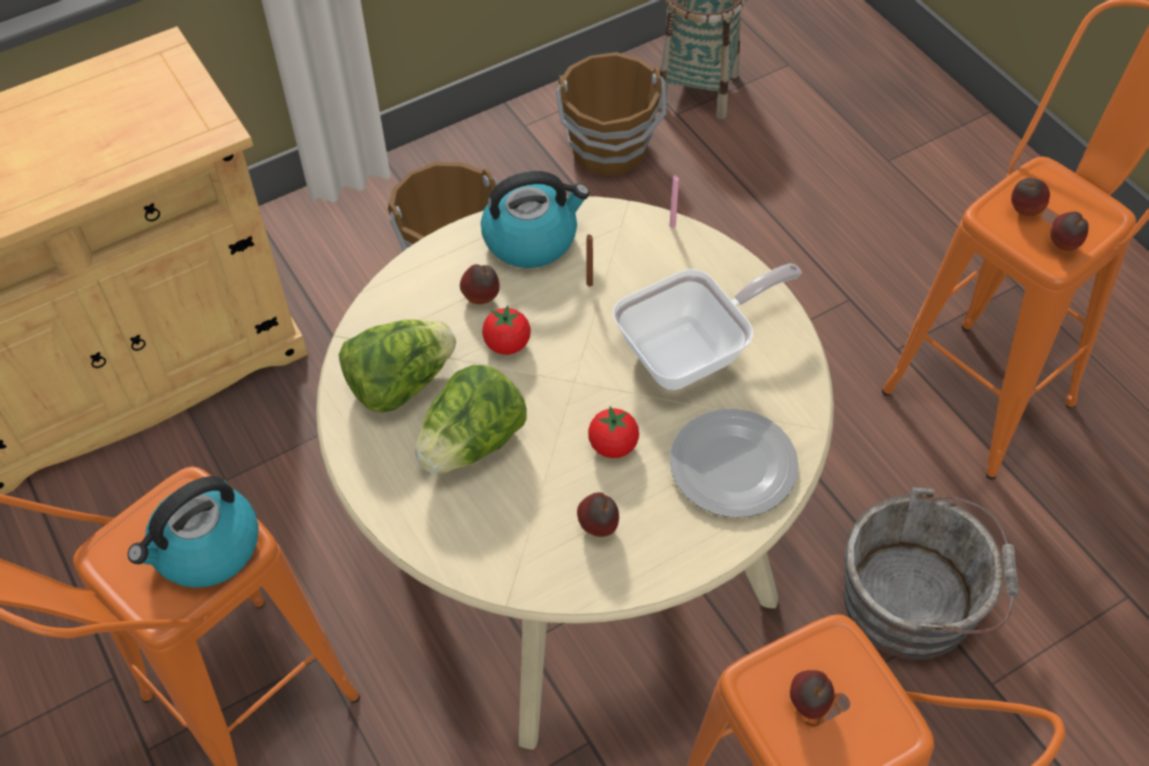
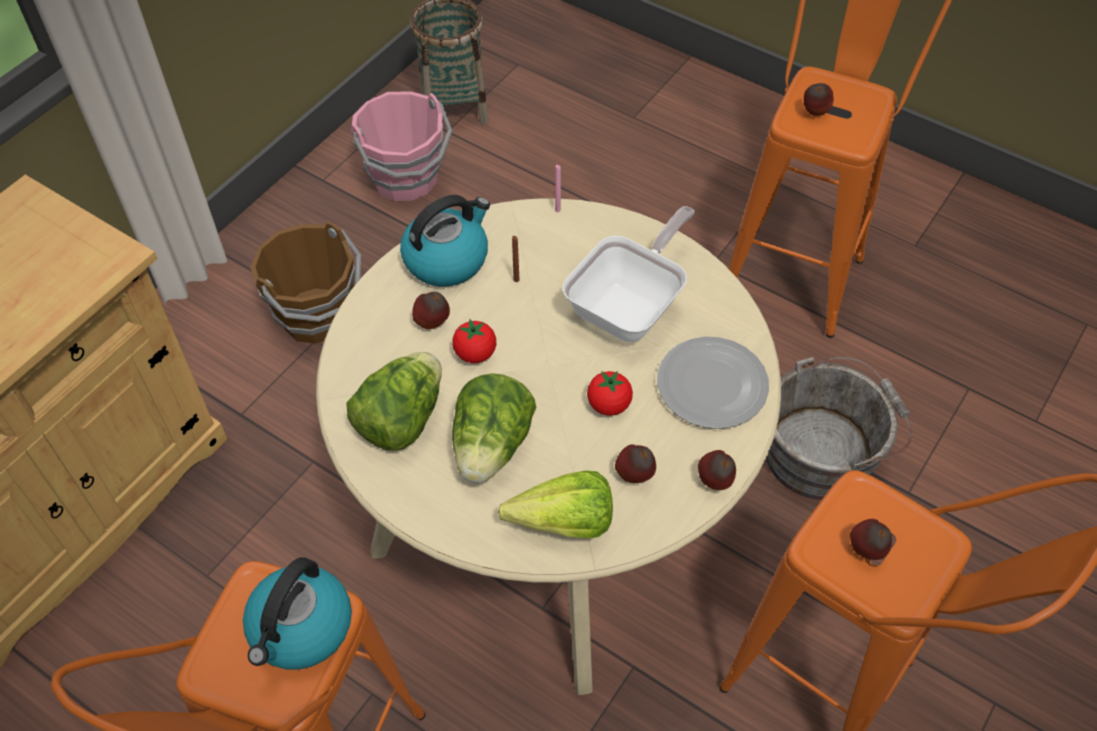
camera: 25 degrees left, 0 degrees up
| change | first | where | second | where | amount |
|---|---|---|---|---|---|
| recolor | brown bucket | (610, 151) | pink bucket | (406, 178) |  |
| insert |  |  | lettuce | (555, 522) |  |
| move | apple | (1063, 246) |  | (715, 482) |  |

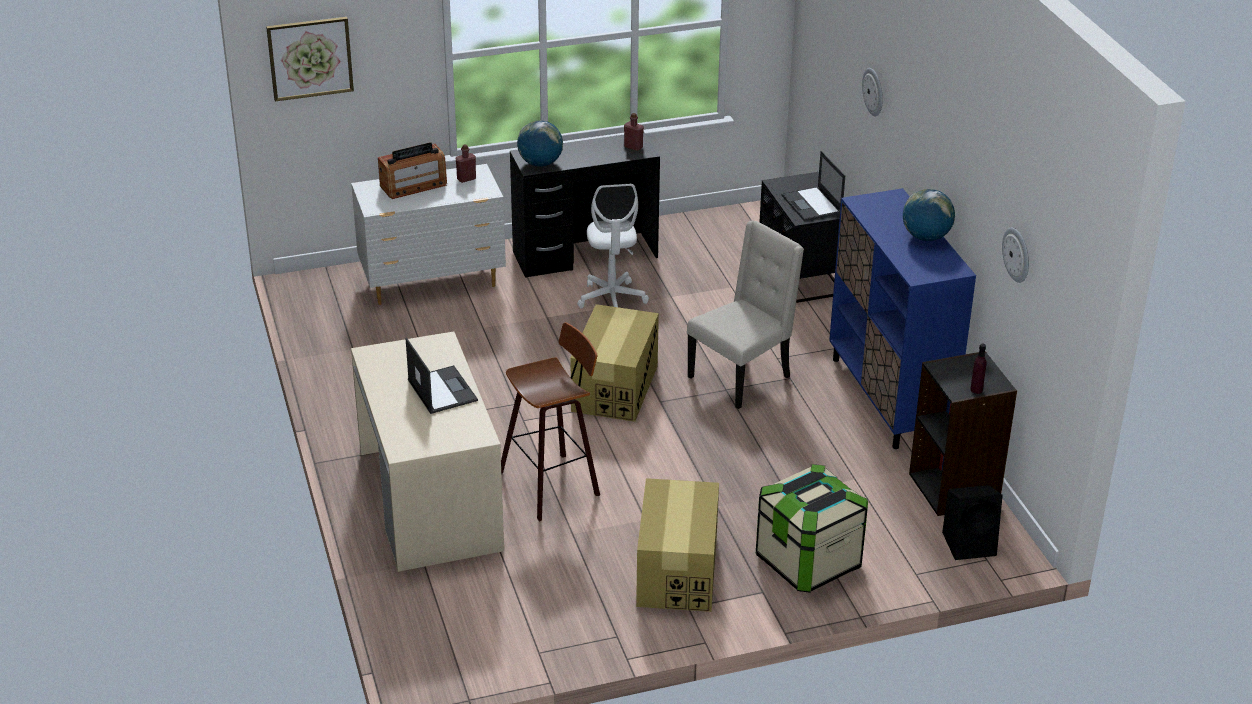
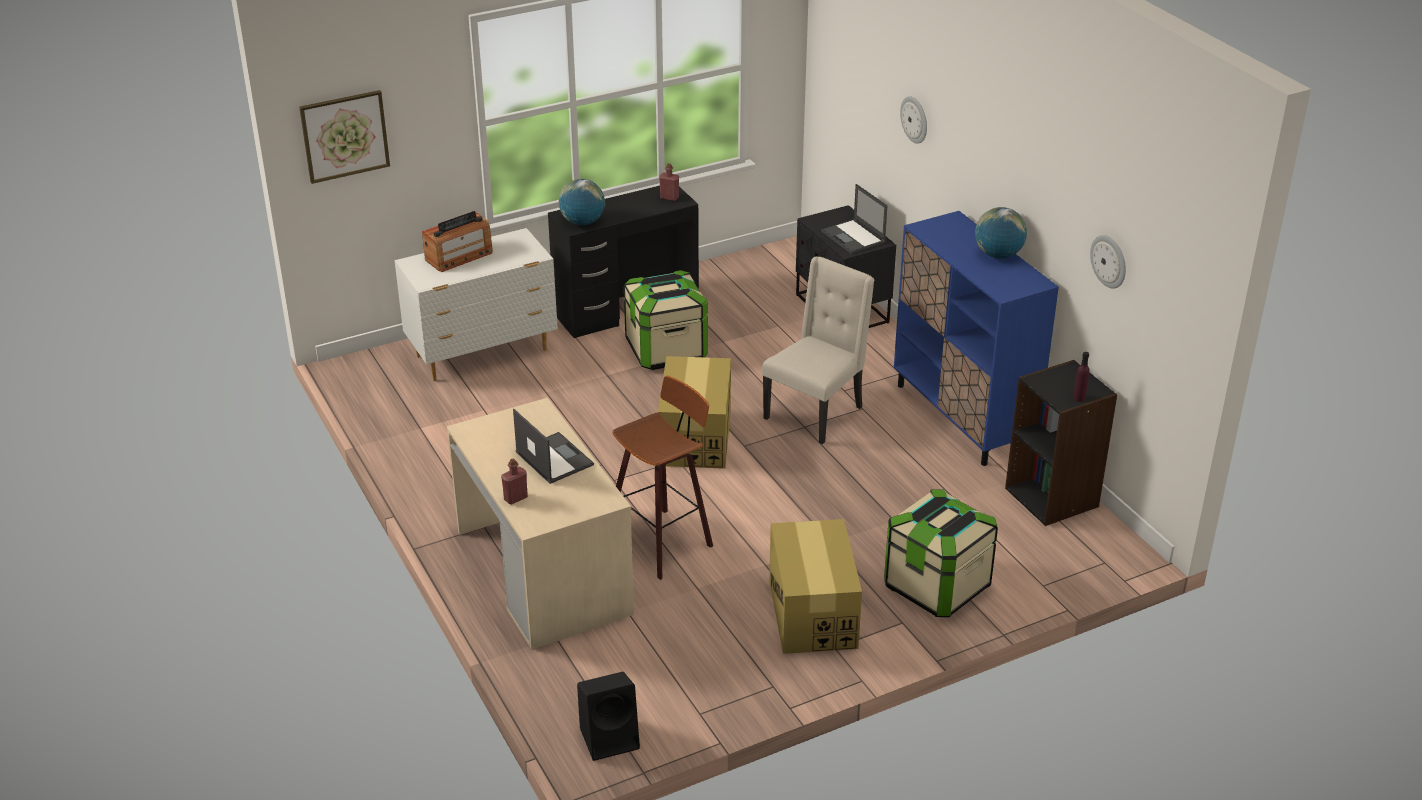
camera: 10 degrees left, 0 degrees up
| change | first | where | second | where | amount |
|---|---|---|---|---|---|
| move | red bottle | (466, 179) |  | (515, 498) |  |
| move | black speaker | (970, 543) |  | (611, 737) |  |
| replace | white office chair | (612, 299) | storage box | (666, 351) |  |

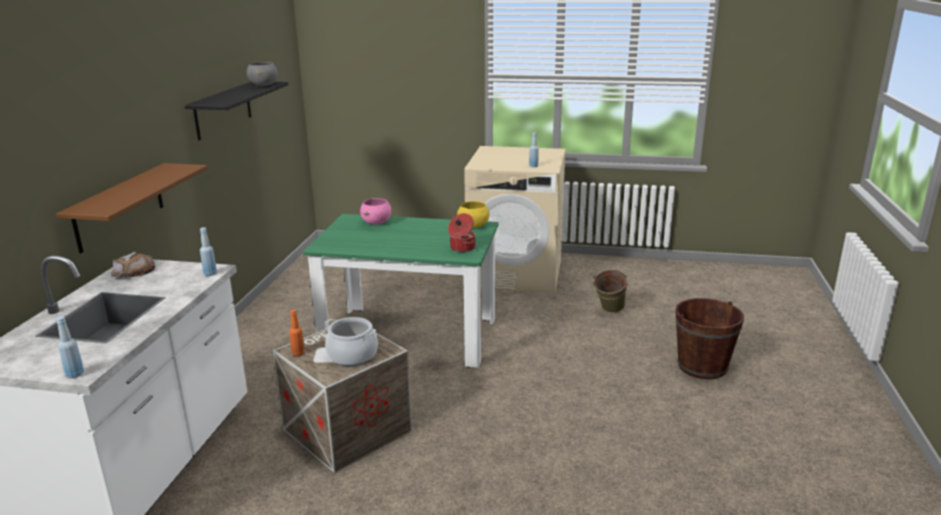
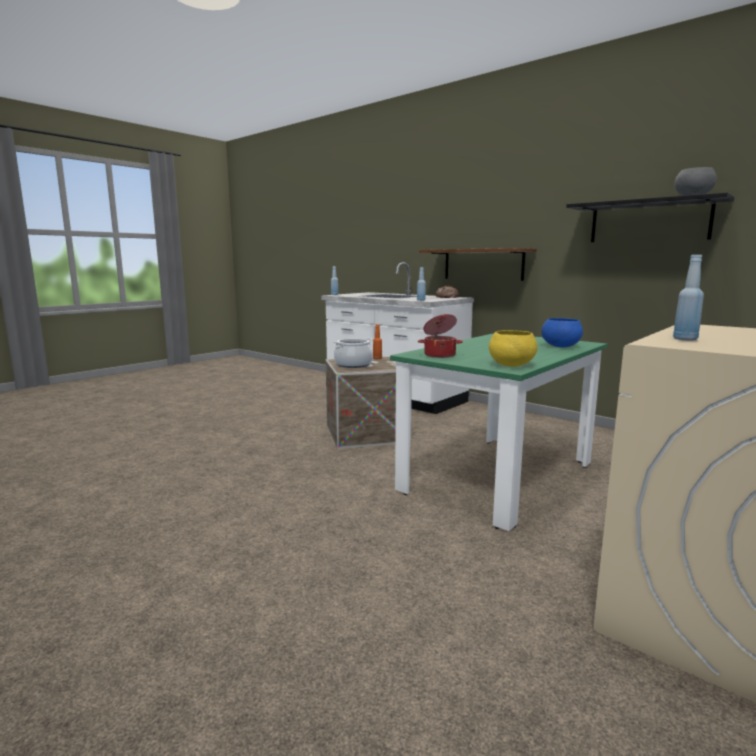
camera: 120 degrees right, 10 degrees down
| change | first | where | second | where | amount |
|---|---|---|---|---|---|
| recolor | pink bowl | (377, 223) | blue bowl | (560, 346) |  |
| delete | green bucket | (609, 311) |  |  |  |
| delete | brown bucket | (702, 367) |  |  |  |

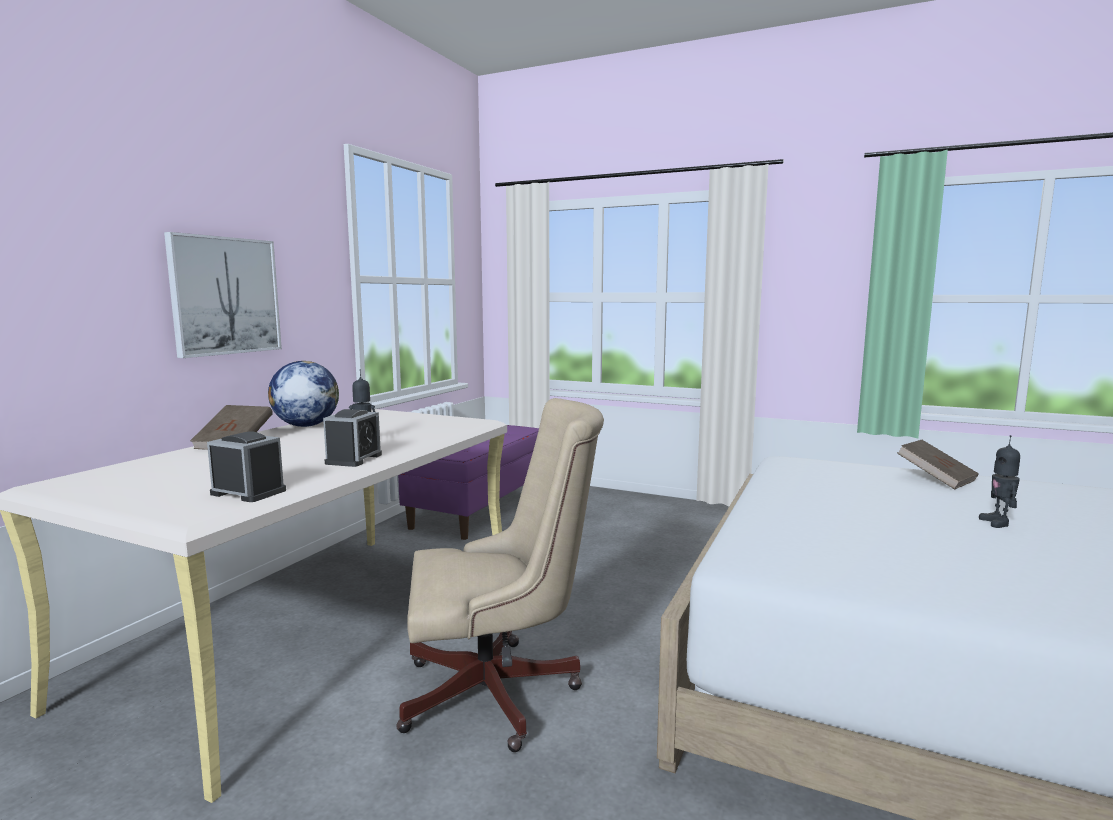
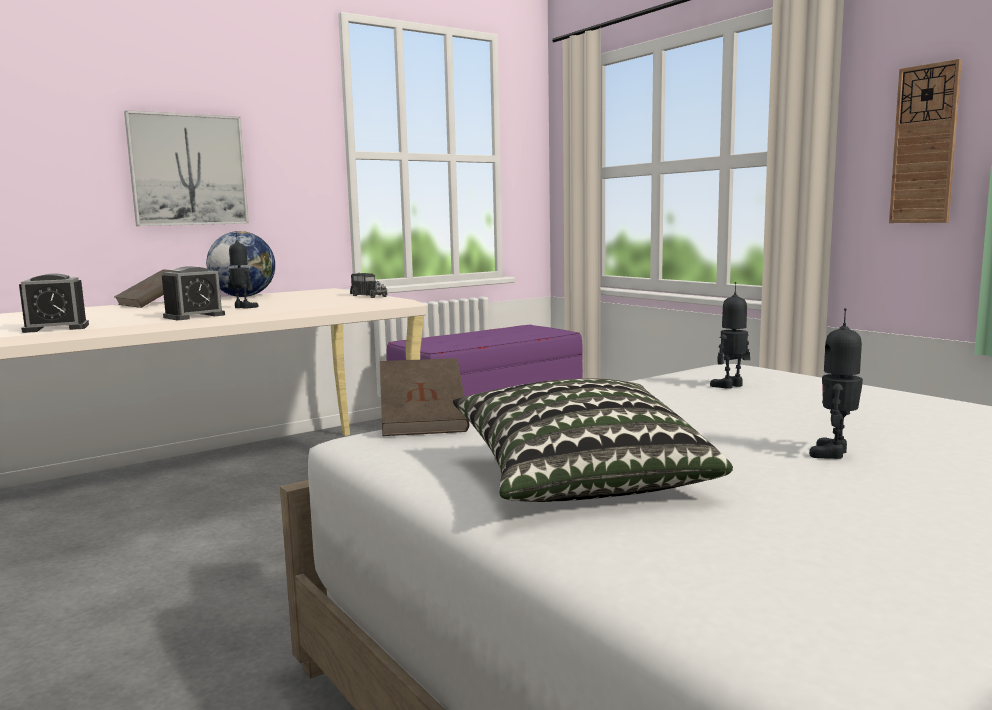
camera: 30 degrees right, 0 degrees up
| change | first | where | second | where | amount |
|---|---|---|---|---|---|
| rotate | alarm clock | (248, 492) |  | (56, 328) | 105 degrees clockwise |
| insert |  |  | toy truck | (368, 295) |  |
| move | brown book | (935, 479) |  | (423, 422) |  |
| insert |  |  | pillow | (581, 478) |  |
| insert |  |  | toy robot | (731, 386) |  |
| insert |  |  | wall clock | (924, 145) |  |
| delete | beige office chair | (500, 693) |  |  |  |

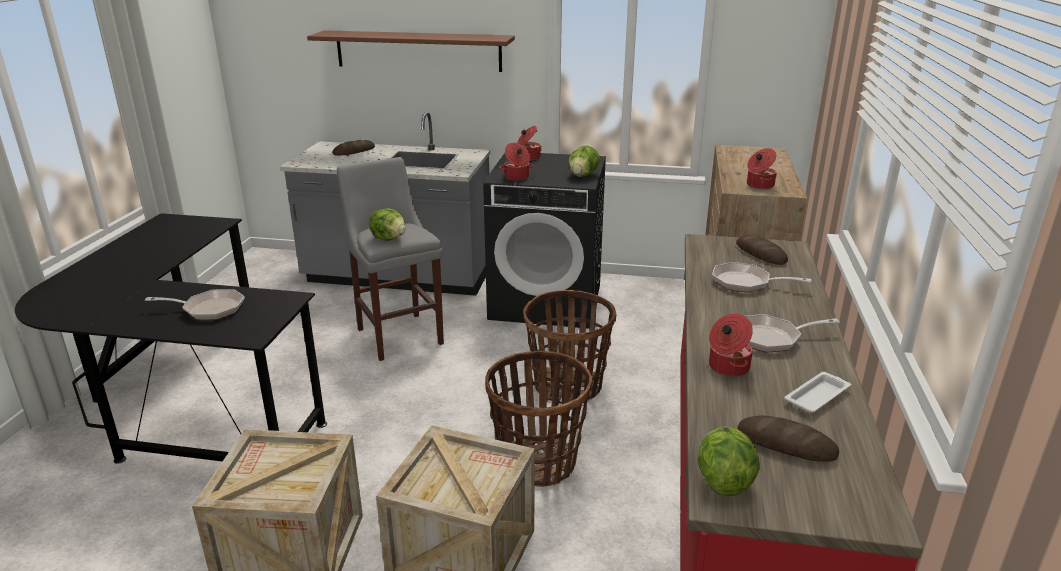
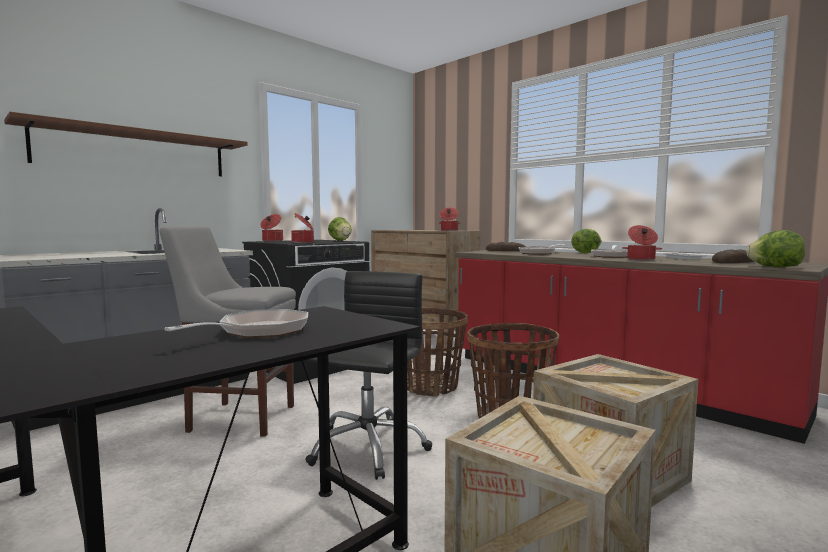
camera: 55 degrees left, 20 degrees down
| change | first | where | second | where | amount |
|---|---|---|---|---|---|
| insert |  |  | black office chair | (367, 447) |  |
| move | lettuce | (389, 238) |  | (585, 253) |  |
| delete | bread | (354, 151) |  |  |  |

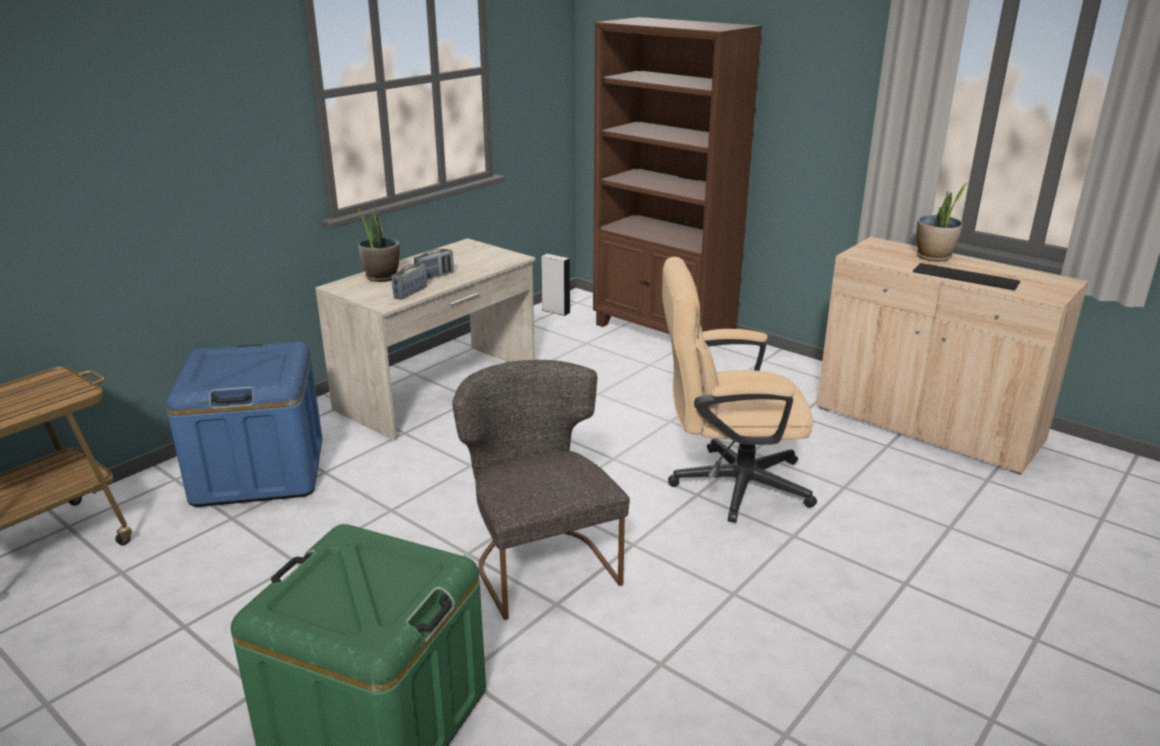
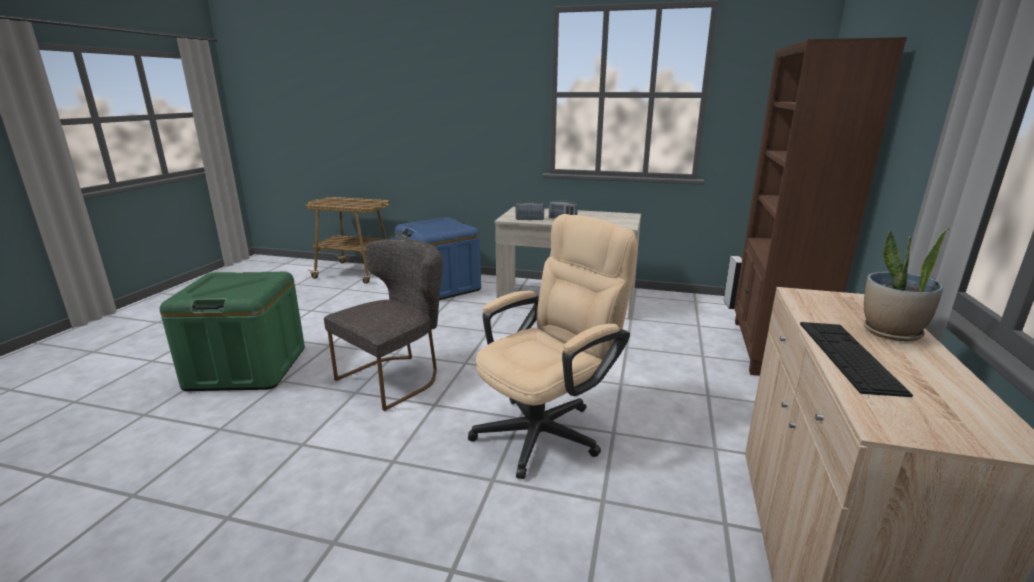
camera: 65 degrees right, 5 degrees down
| change | first | where | second | where | amount |
|---|---|---|---|---|---|
| rotate | beige office chair | (727, 484) |  | (548, 429) | 75 degrees clockwise |
| delete | potted plant | (381, 277) |  |  |  |

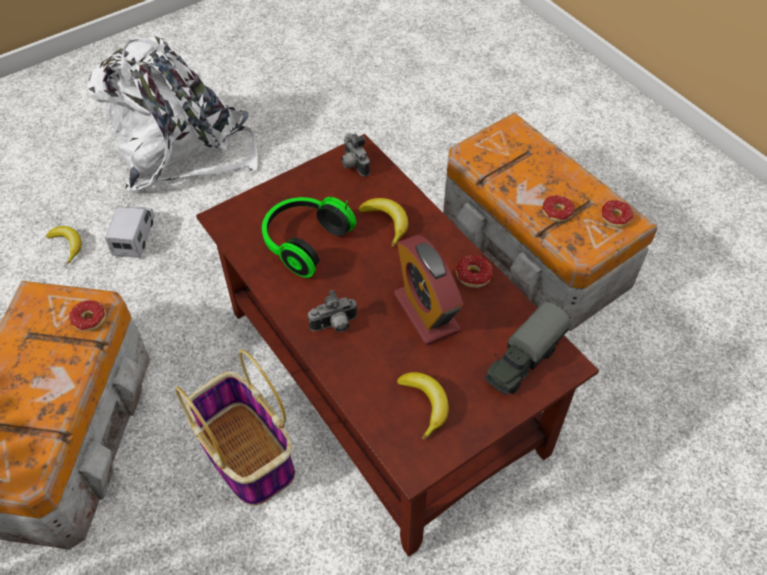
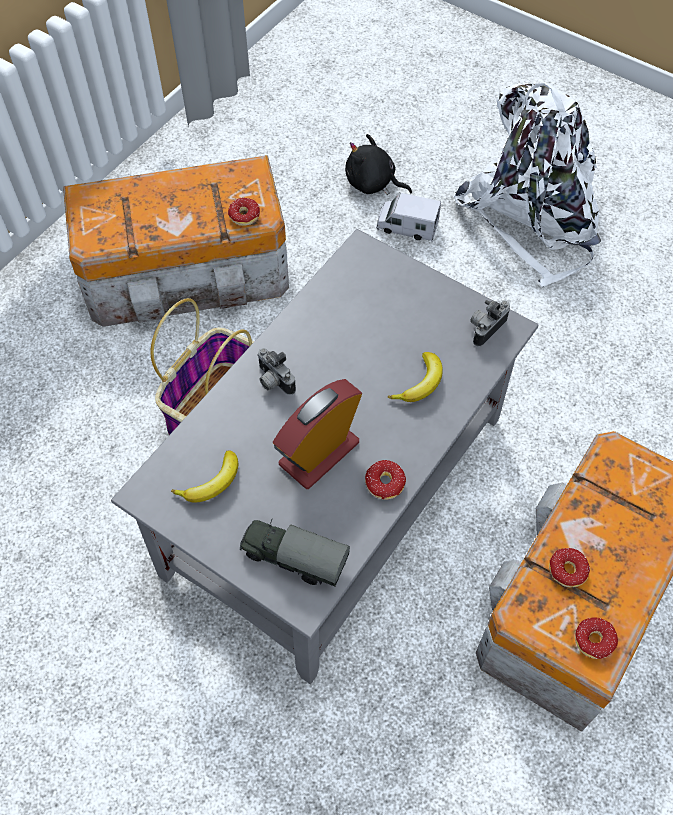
camera: 70 degrees right, 5 degrees up
| change | first | where | second | where | amount |
|---|---|---|---|---|---|
| recolor | brown coffee table | (386, 381) | grey coffee table | (335, 497) |  |
| replace | banana | (68, 245) | black plush toy | (373, 183) |  |
| rotate | toy truck | (135, 236) |  | (407, 226) | 150 degrees counterclockwise |
| delete | headphones | (303, 242) |  |  |  |

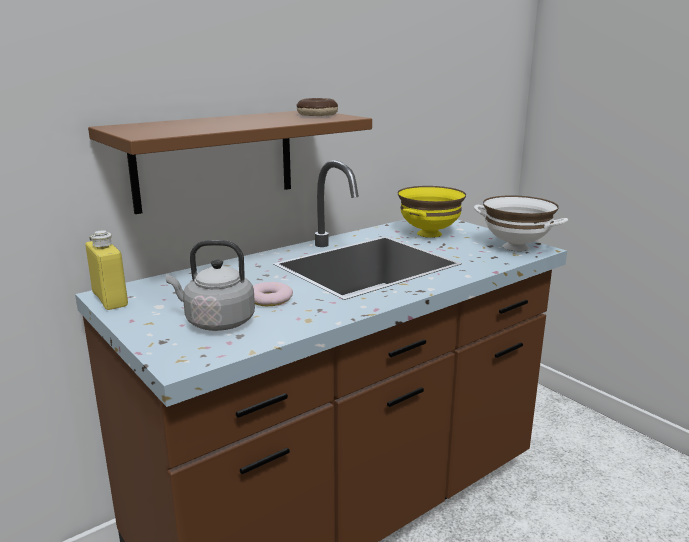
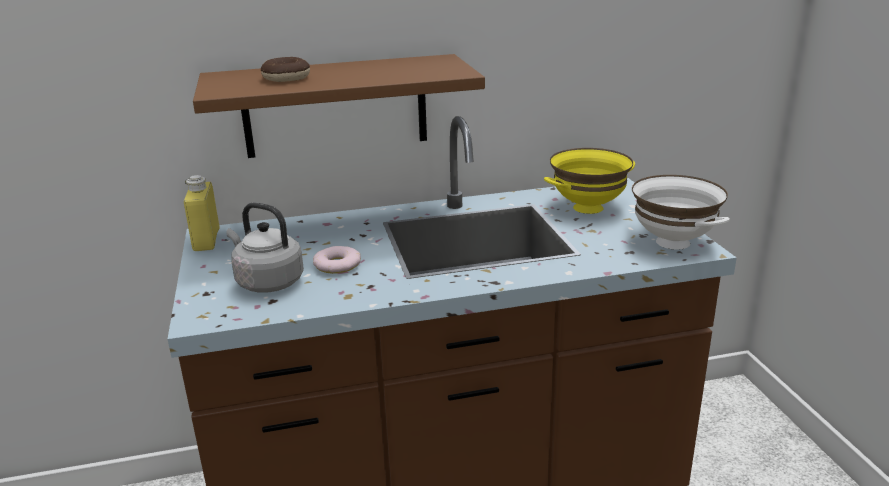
camera: 25 degrees right, 5 degrees up
| change | first | where | second | where | amount |
|---|---|---|---|---|---|
| move | donut | (317, 115) |  | (286, 78) |  |

